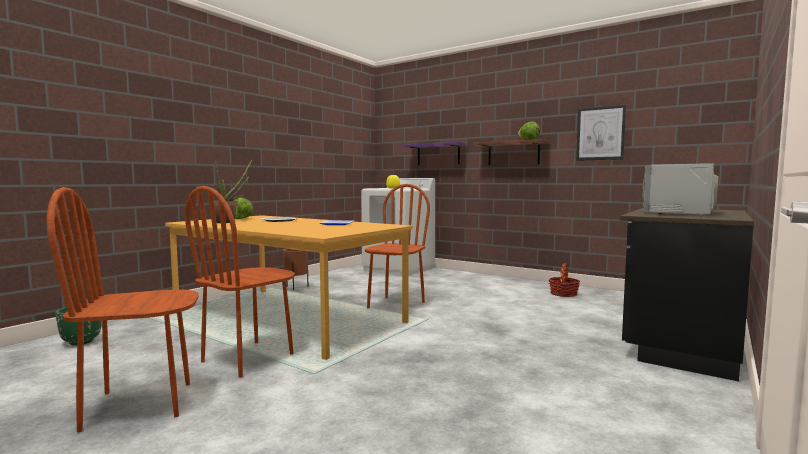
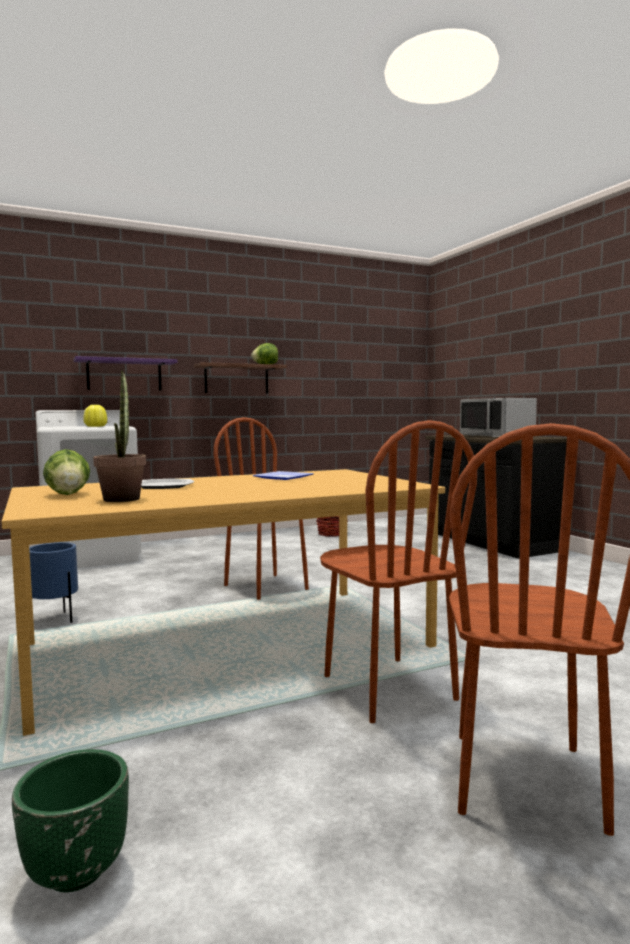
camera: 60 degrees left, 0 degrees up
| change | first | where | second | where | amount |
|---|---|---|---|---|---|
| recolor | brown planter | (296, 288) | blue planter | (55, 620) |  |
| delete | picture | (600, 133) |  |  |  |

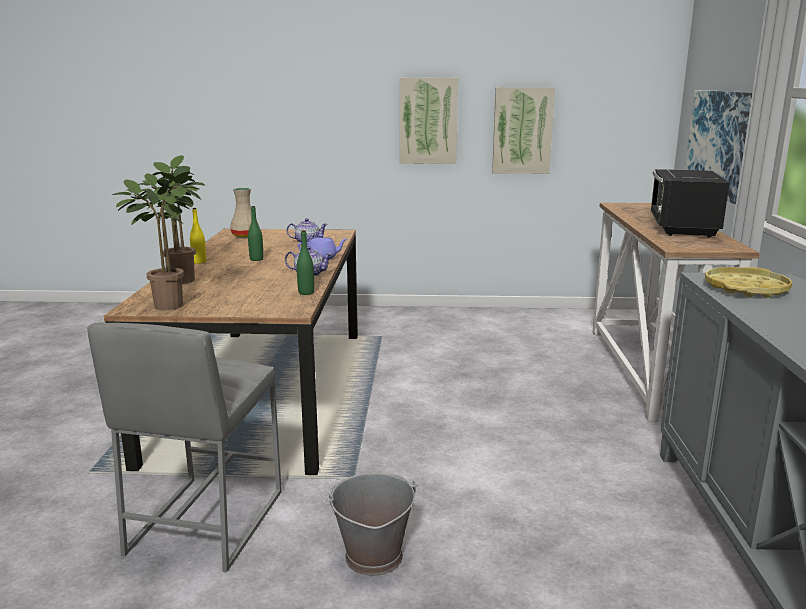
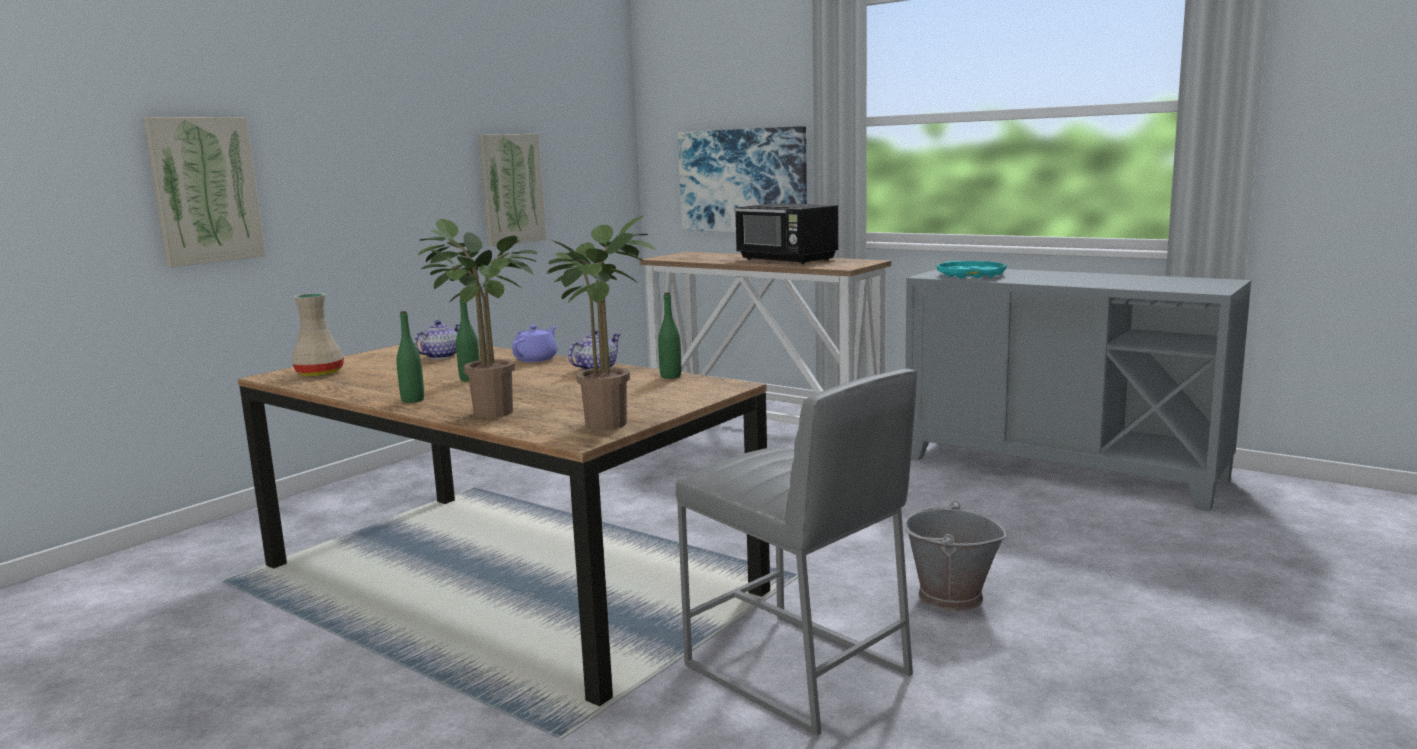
camera: 55 degrees left, 5 degrees down
| change | first | where | second | where | amount |
|---|---|---|---|---|---|
| move | picture | (428, 121) |  | (205, 190) |  |
| recolor | yellow bottle | (199, 262) | green bottle | (412, 400) |  |
| recolor | yellow tray | (746, 288) | turquoise tray | (971, 275) |  |

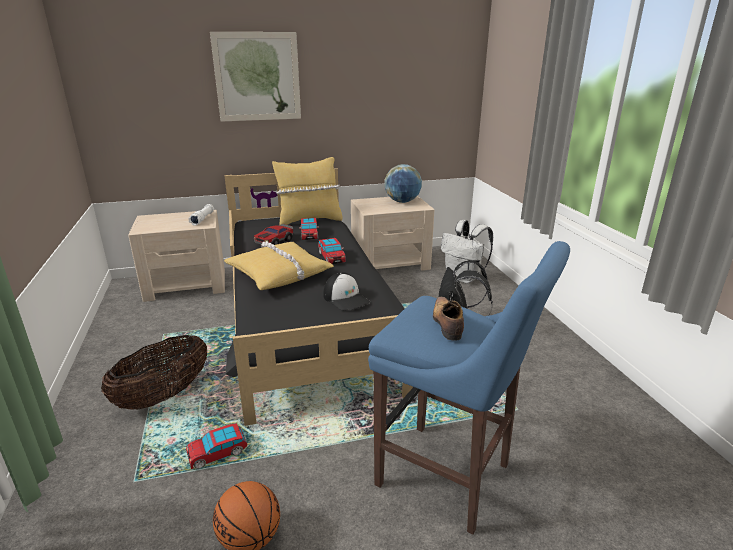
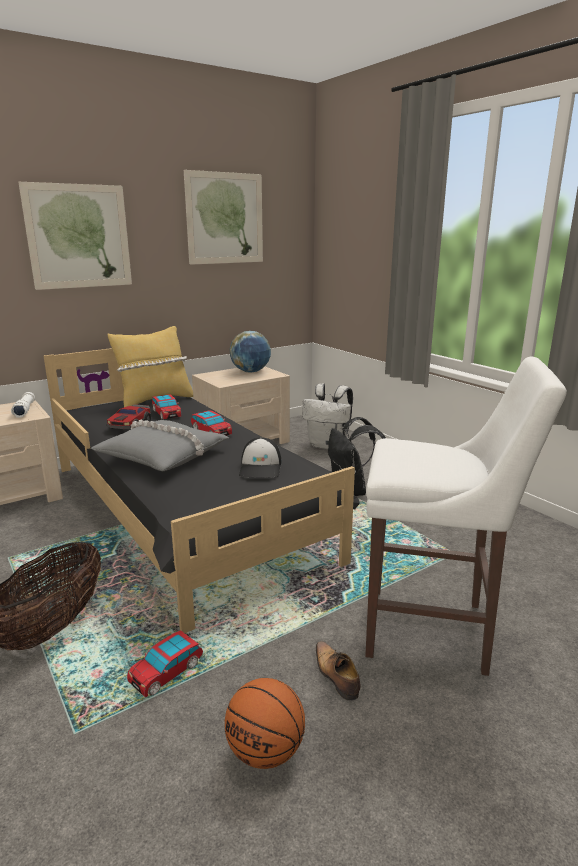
camera: 20 degrees left, 5 degrees down
| change | first | where | second | where | amount |
|---|---|---|---|---|---|
| recolor | yellow pillow | (279, 273) | grey pillow | (163, 455) |  |
| insert |  |  | picture | (225, 218) |  |
| rotate | cap | (346, 299) |  | (261, 468) | 60 degrees clockwise |
| move | shoe | (446, 323) |  | (336, 675) |  |
| recolor | blue stool | (449, 478) | white stool | (433, 630) |  |

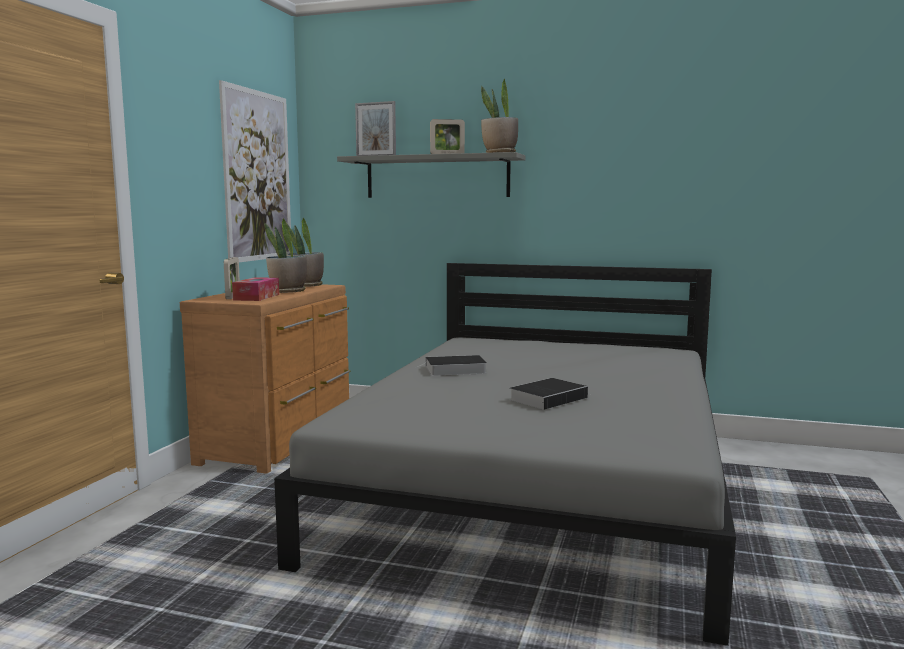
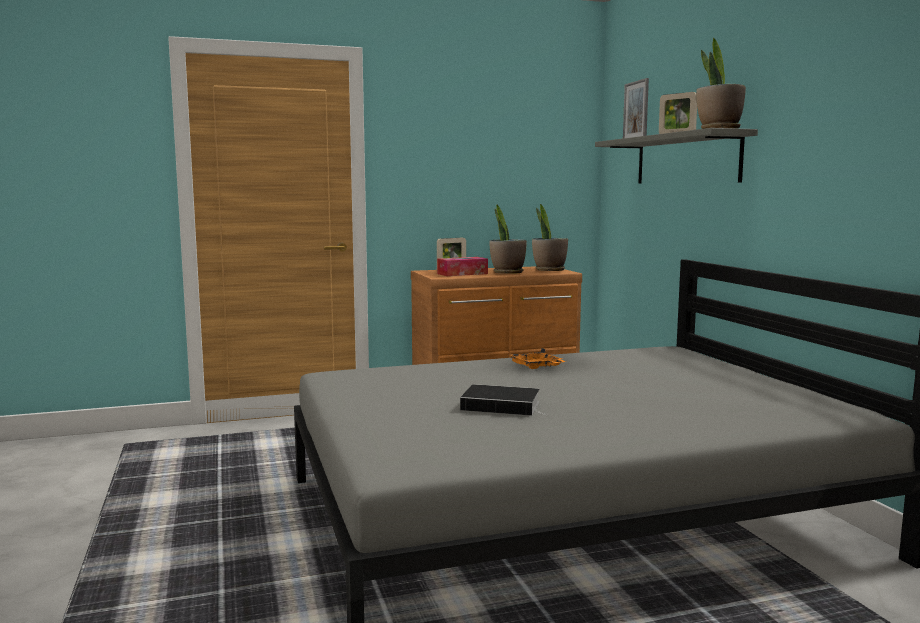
camera: 55 degrees right, 0 degrees up
| change | first | where | second | where | amount |
|---|---|---|---|---|---|
| replace | book | (453, 370) | orange tray | (537, 367) |  |
| delete | picture | (257, 176) |  |  |  |

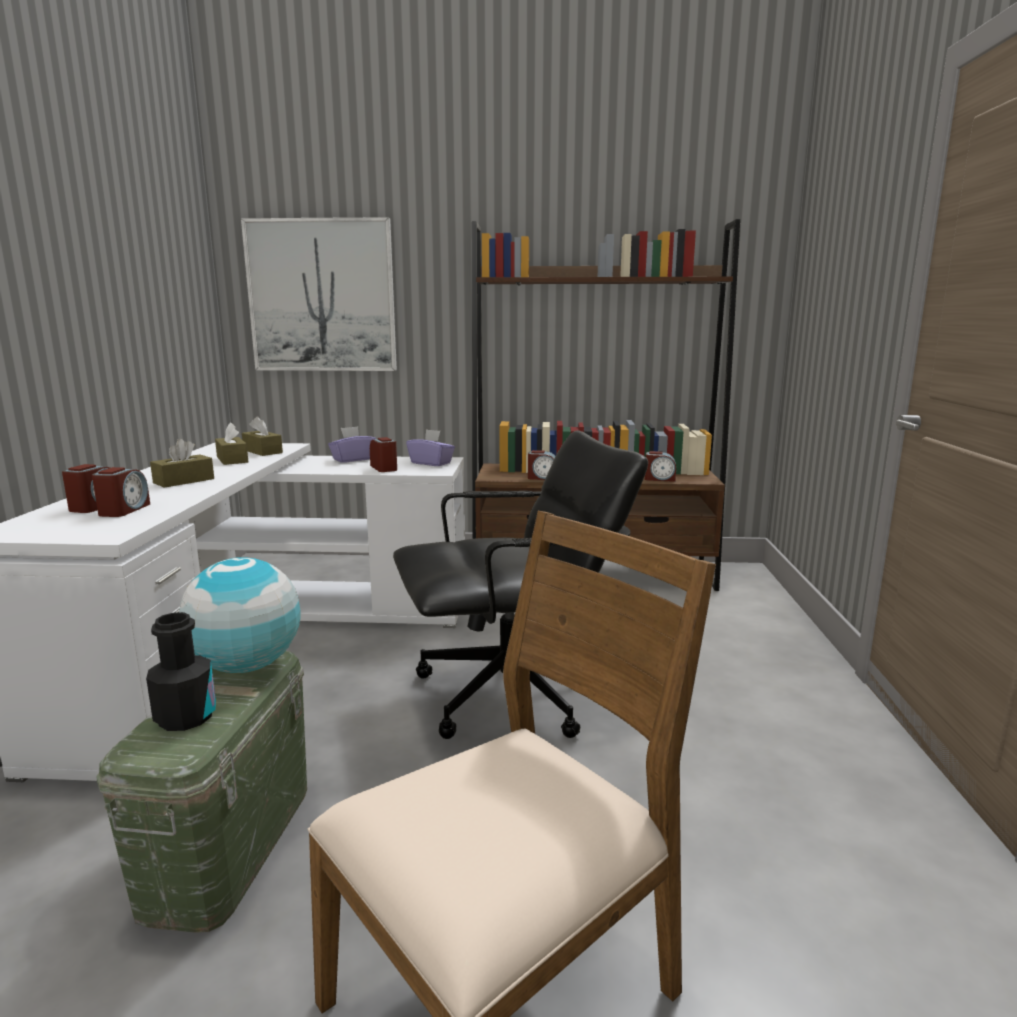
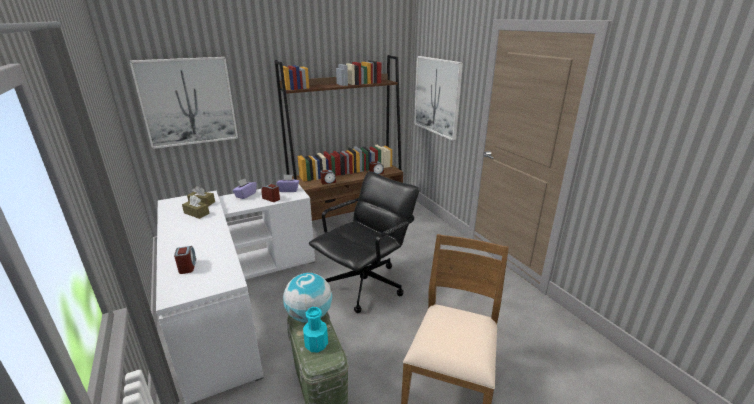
camera: 30 degrees left, 10 degrees up
| change | first | where | second | where | amount |
|---|---|---|---|---|---|
| recolor | black bottle | (186, 717) | turquoise bottle | (316, 344) |  |
| insert |  |  | picture | (437, 96) |  |
| delete | alarm clock | (124, 510) |  |  |  |
| delete | brown tissue box | (184, 481) |  |  |  |

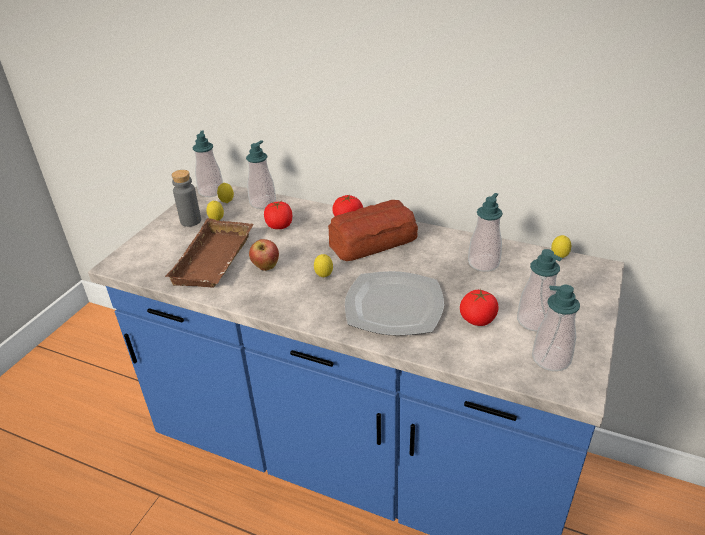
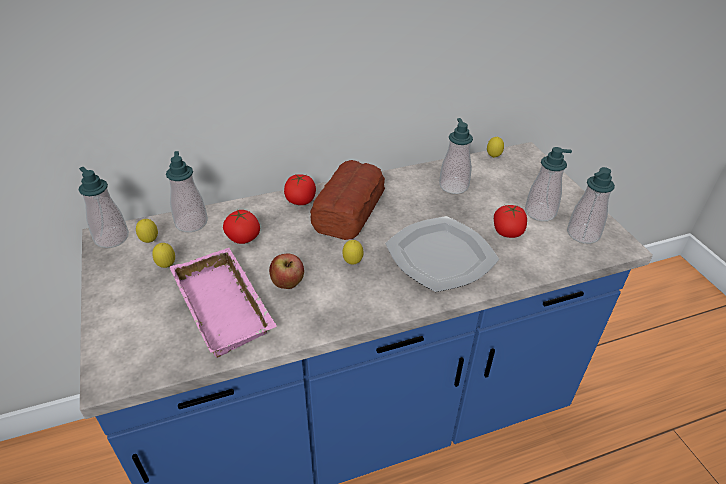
camera: 45 degrees left, 5 degrees up
| change | first | where | second | where | amount |
|---|---|---|---|---|---|
| recolor | brown tray | (216, 261) | pink tray | (227, 306) |  |
| delete | grey bottle | (190, 221) |  |  |  |

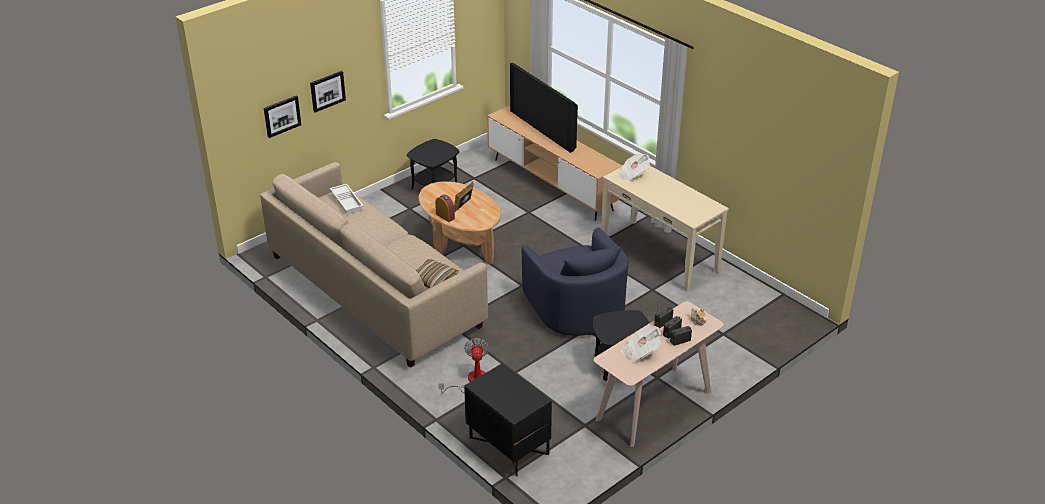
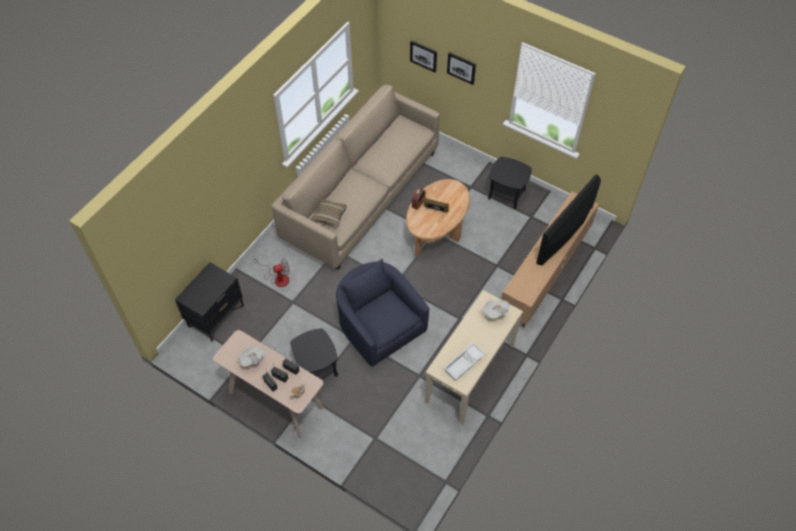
camera: 75 degrees right, 20 degrees up
| change | first | where | second | where | amount |
|---|---|---|---|---|---|
| rotate | blue armchair | (576, 307) |  | (379, 325) | 90 degrees clockwise |
| move | white tray | (347, 201) |  | (464, 364) |  |

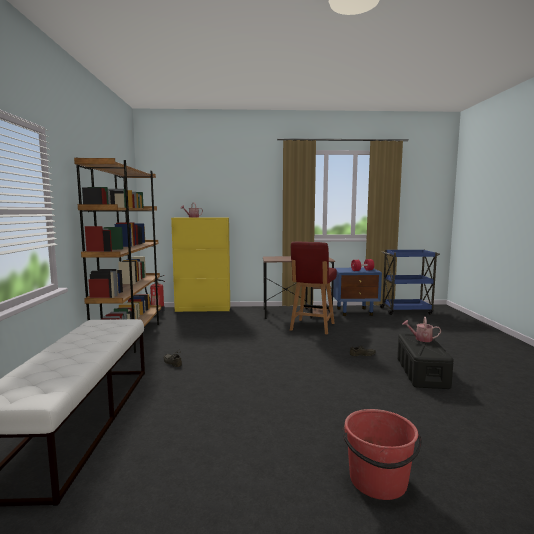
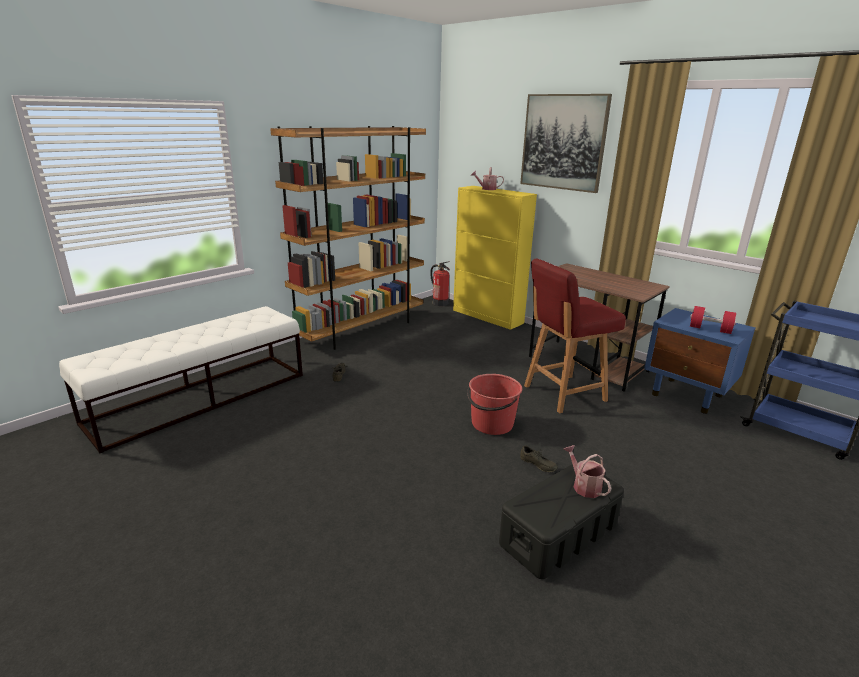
camera: 45 degrees right, 15 degrees up
| change | first | where | second | where | amount |
|---|---|---|---|---|---|
| move | red bucket | (378, 481) |  | (491, 424) |  |
| insert |  |  | picture | (563, 142) |  |

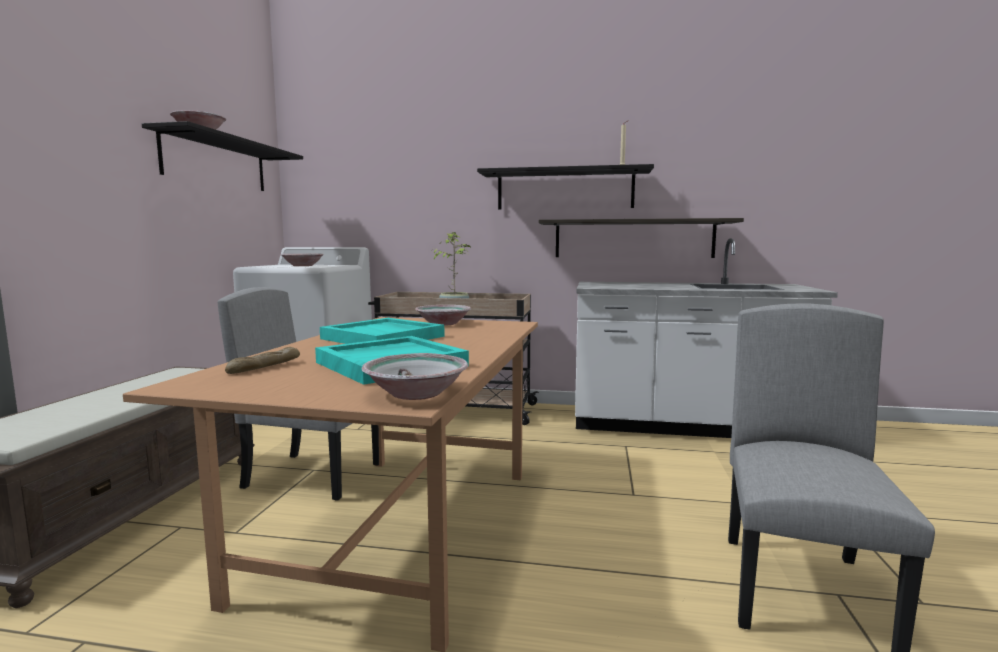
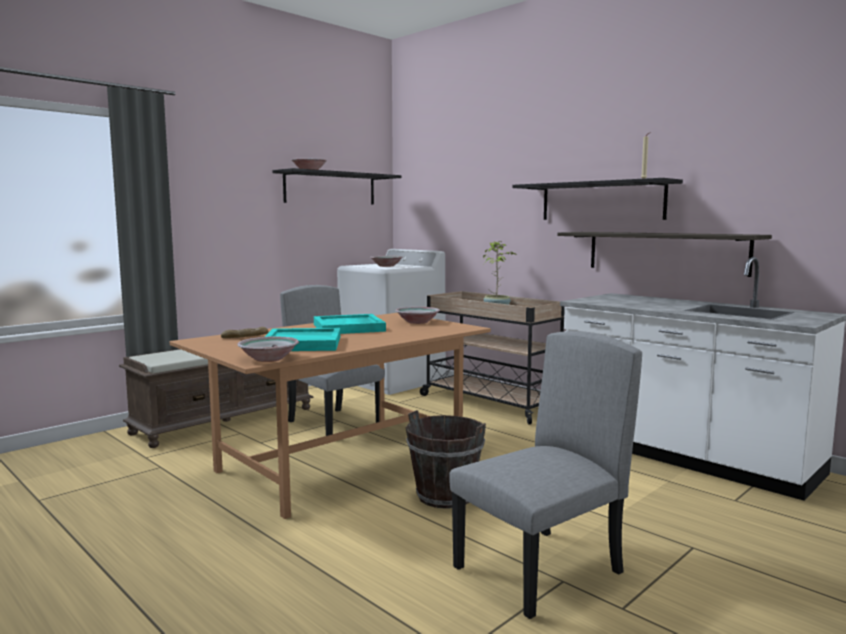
camera: 35 degrees right, 0 degrees up
| change | first | where | second | where | amount |
|---|---|---|---|---|---|
| insert |  |  | brown bucket | (444, 496) |  |

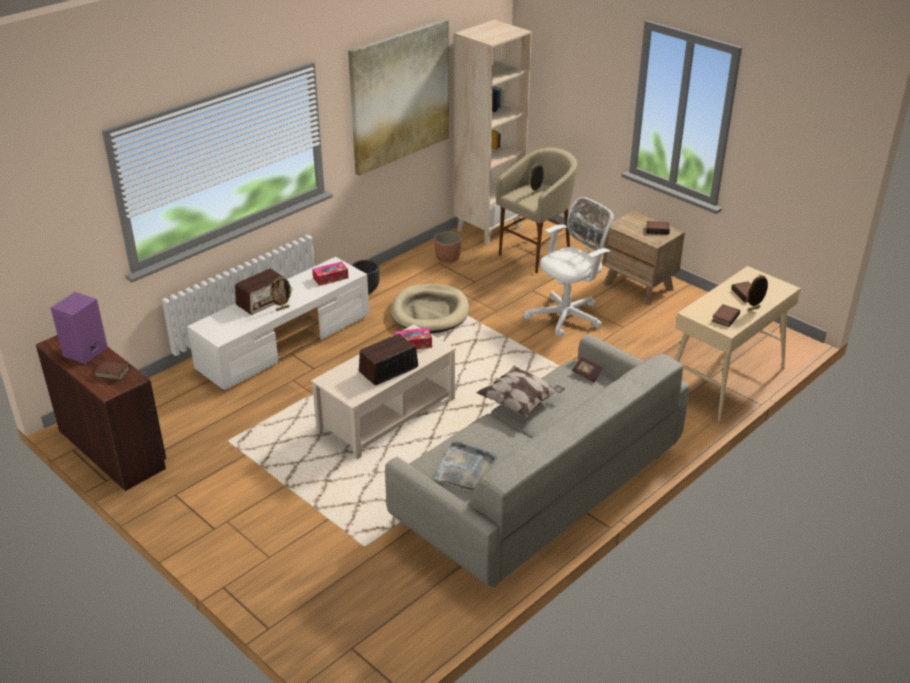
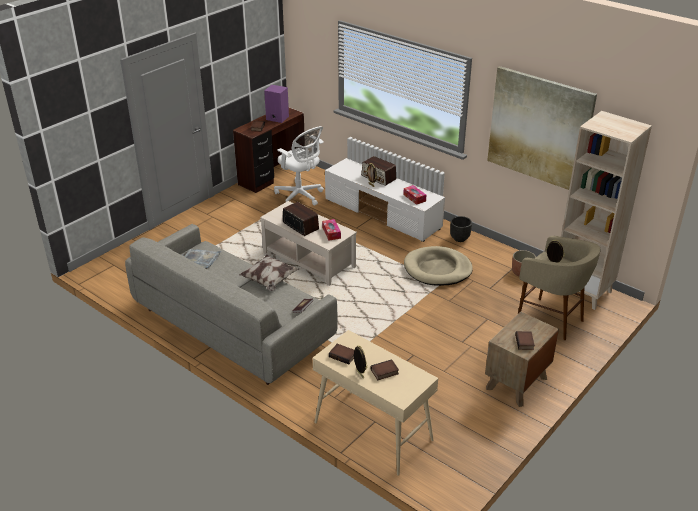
camera: 85 degrees right, 0 degrees up
| change | first | where | second | where | amount |
|---|---|---|---|---|---|
| move | white office chair | (568, 316) |  | (300, 196) |  |

